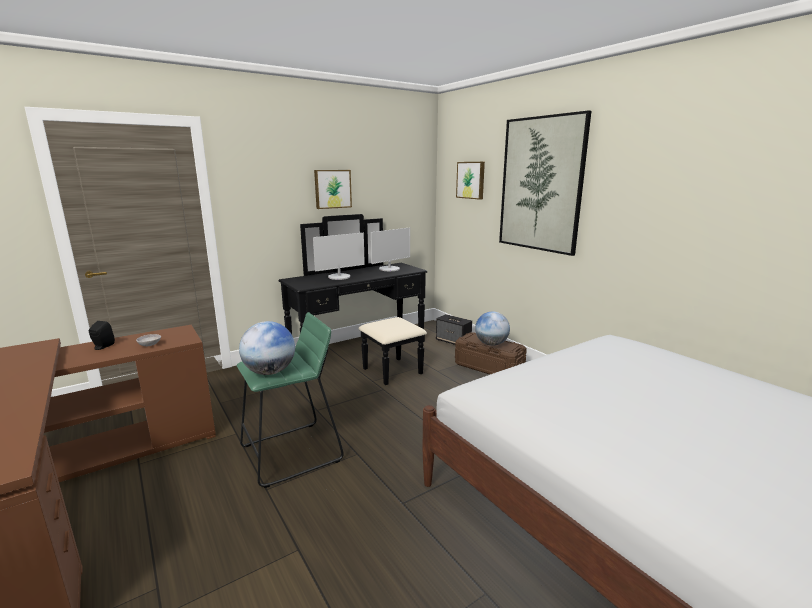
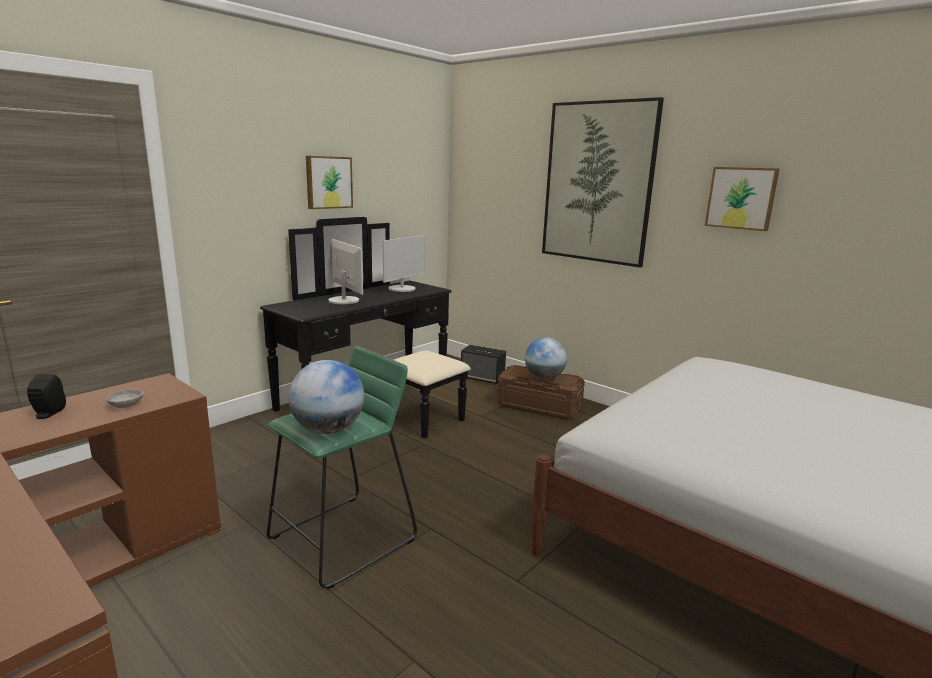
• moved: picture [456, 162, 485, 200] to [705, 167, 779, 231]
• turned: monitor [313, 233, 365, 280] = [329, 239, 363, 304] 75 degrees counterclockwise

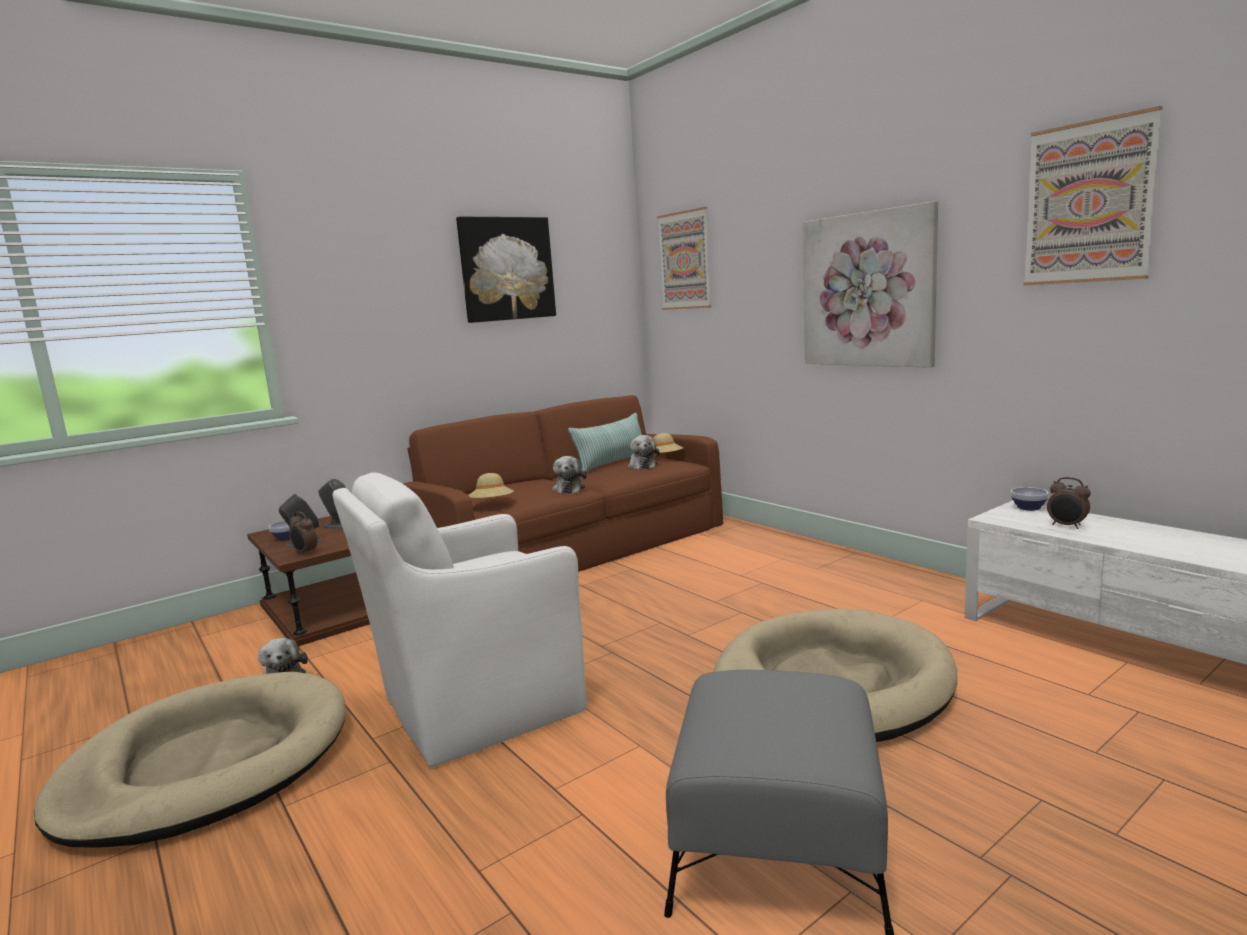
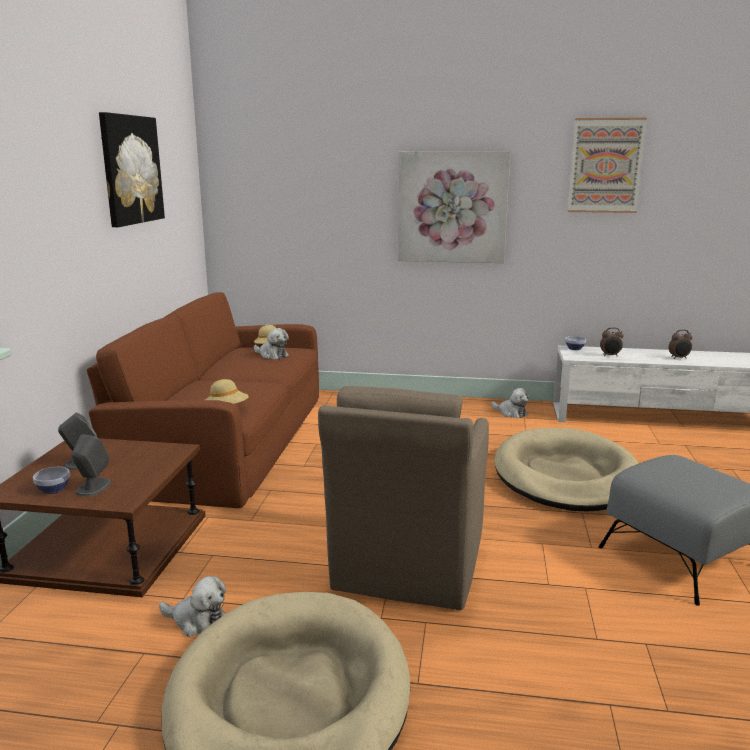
• removed: throw pillow [568, 413, 642, 472]
• removed: picture [657, 207, 711, 310]
• moved: bedside clock [289, 512, 317, 555] to [669, 330, 693, 359]
• moved: soft toy [552, 456, 587, 494] to [491, 388, 530, 418]
• recoloured: easy chair (white) [333, 473, 587, 767] to easy chair (brown) [318, 386, 489, 610]

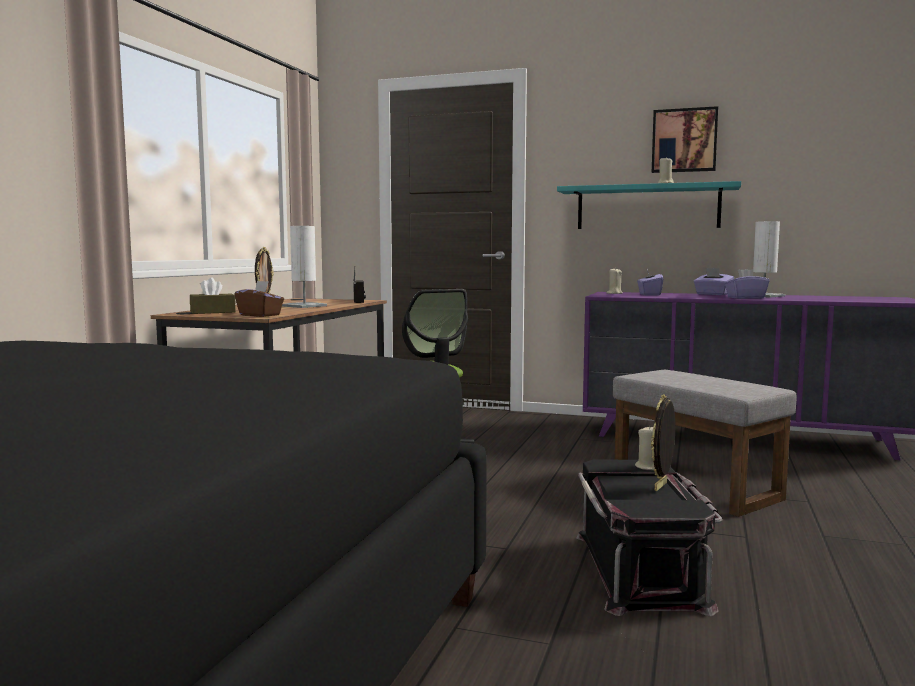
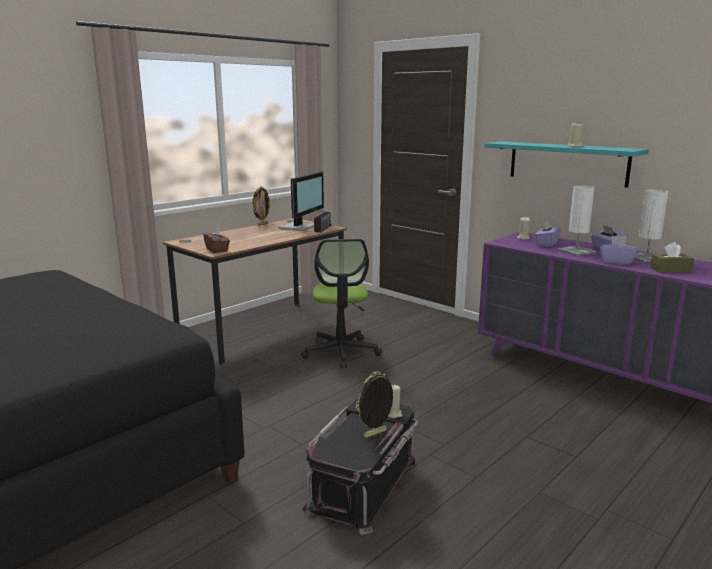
• removed: pouffe (greyish) [613, 370, 797, 517]
• removed: picture [652, 106, 718, 173]
• added: monitor [279, 172, 324, 231]
• moved: box of tissues (brown) [190, 277, 236, 314] to [650, 242, 694, 273]
• moved: tabletop lamp (white) [282, 226, 327, 308] to [558, 186, 596, 256]

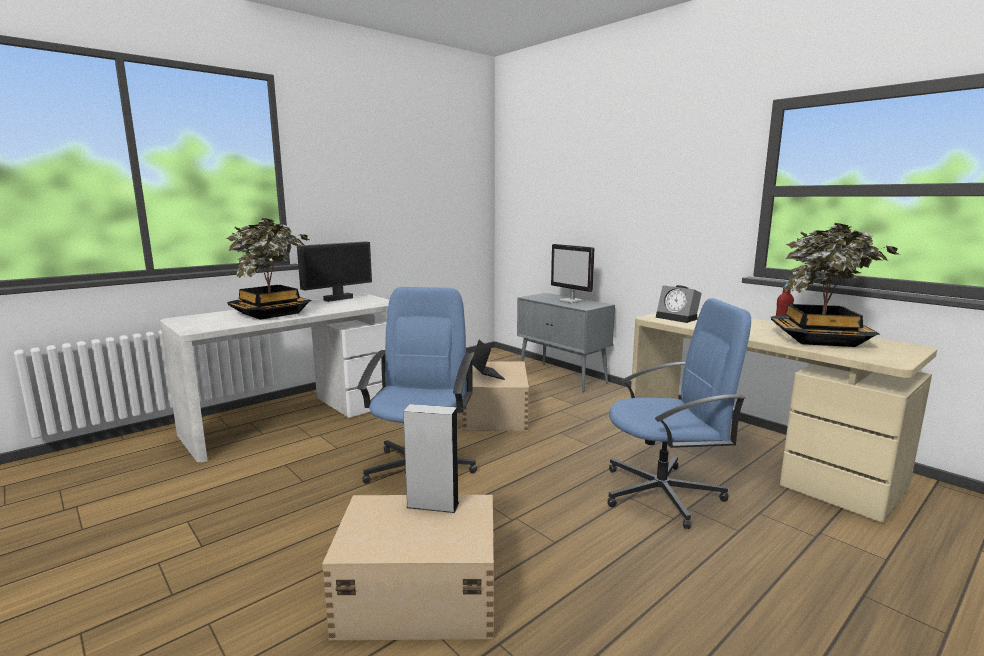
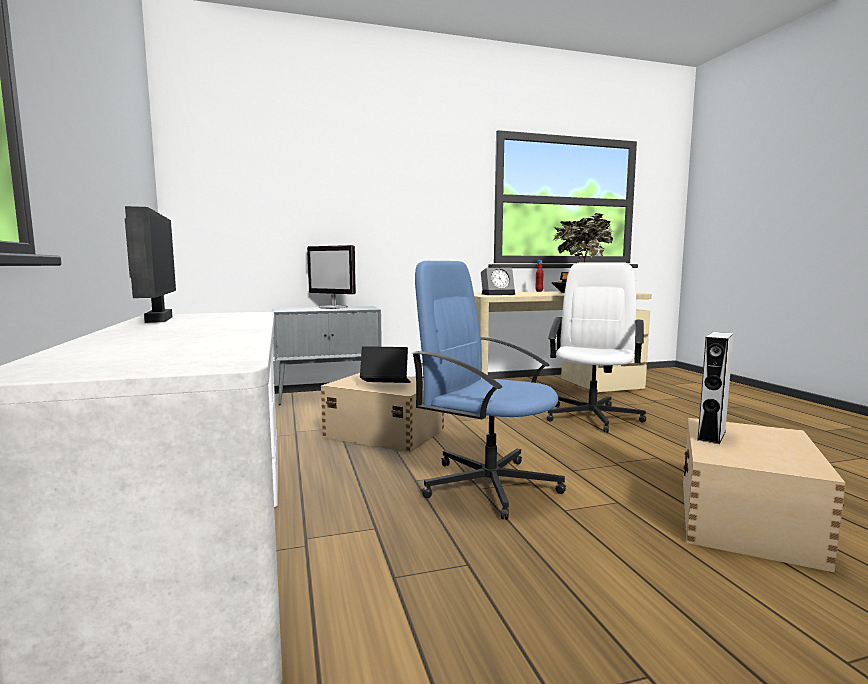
• removed: plant in a pot [225, 218, 312, 320]
• recoloured: office chair (blue) [607, 298, 751, 529] to office chair (white) [547, 262, 646, 433]
• turned: monitor [551, 244, 594, 303] = [307, 245, 356, 309] 45 degrees clockwise

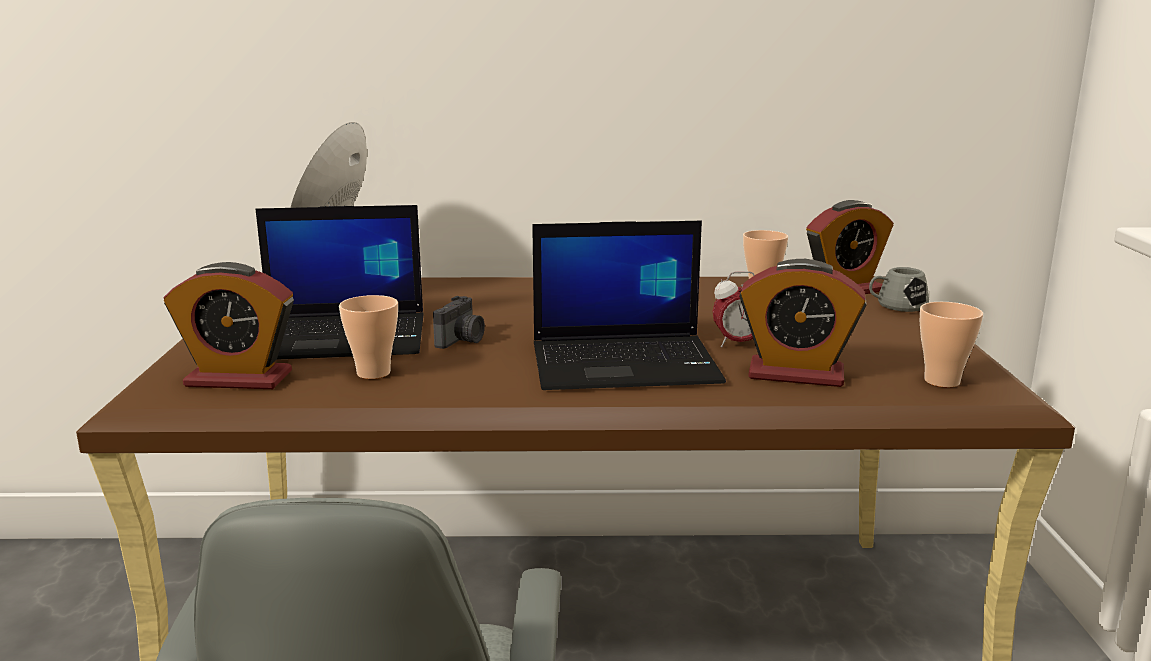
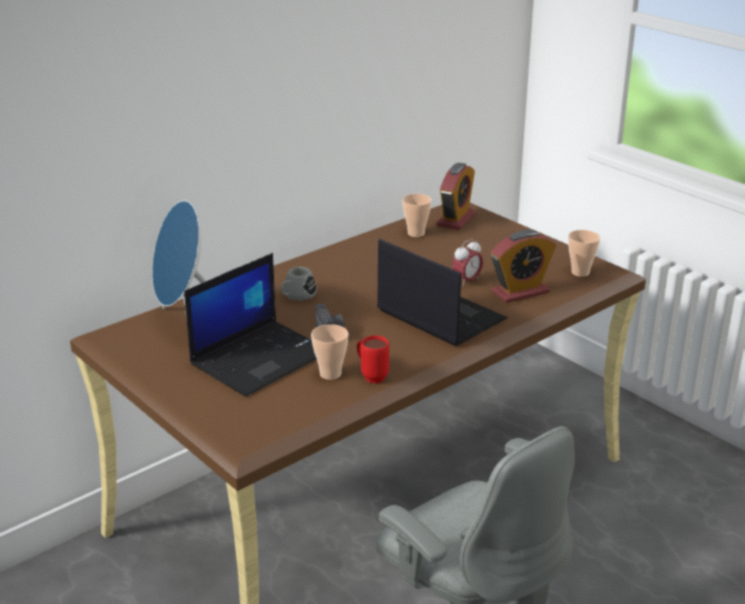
• removed: bedside clock [163, 262, 294, 389]
• added: coffee mug (red) [357, 336, 389, 383]
• moved: coffee mug (greyish) [869, 267, 929, 312] to [281, 267, 317, 301]
• turned: notebook computer [532, 221, 726, 390] = [377, 239, 508, 346] 90 degrees counterclockwise

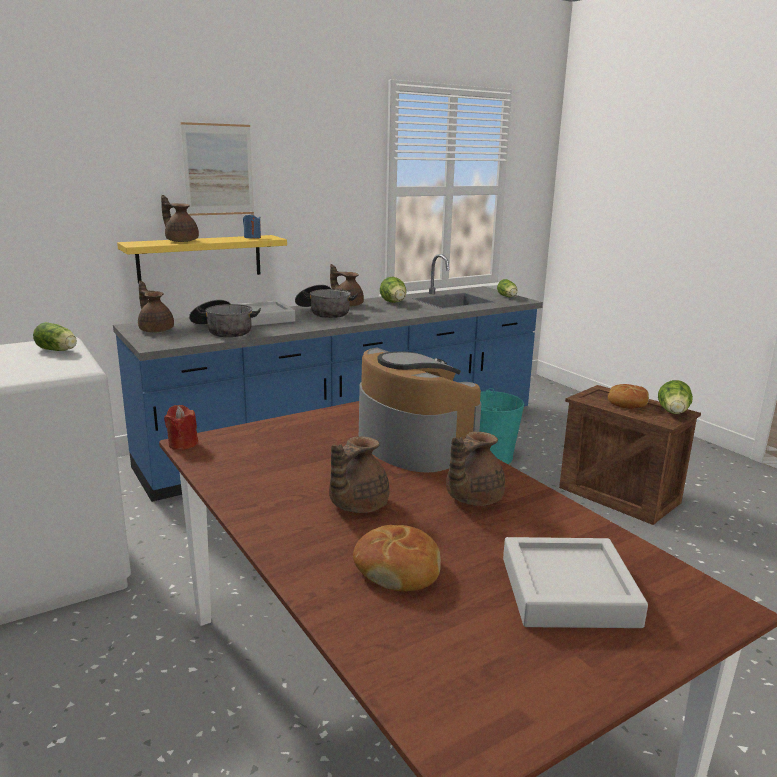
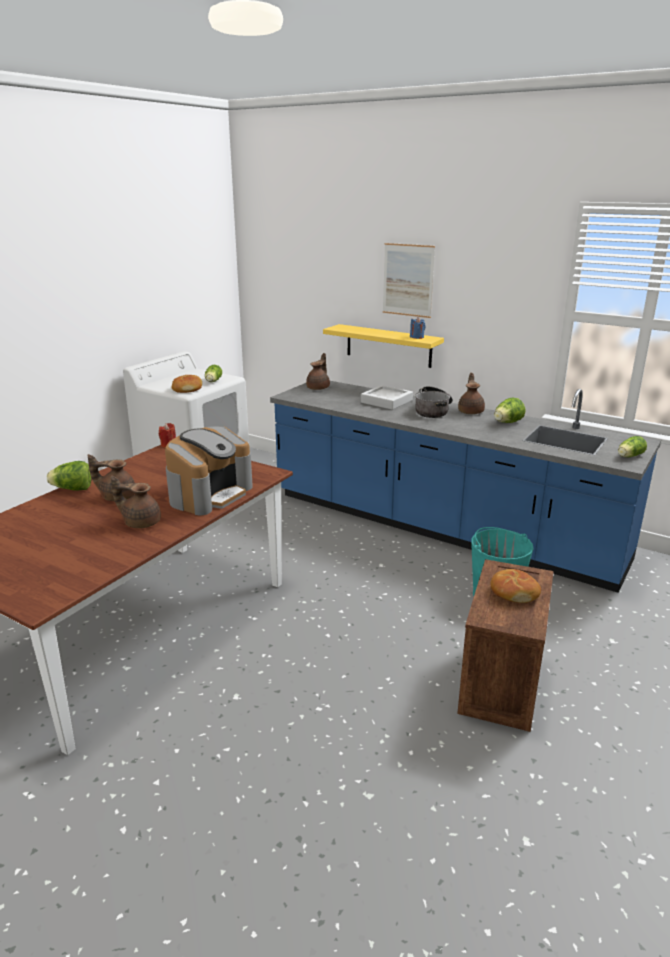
• removed: pot for tea (brown) [161, 195, 199, 242]
• removed: stockpot [189, 300, 261, 337]
• removed: carrying tray (greyish) [503, 537, 648, 628]
• moved: bread [353, 525, 441, 591] to [172, 375, 202, 393]
• moved: lettuce [658, 380, 693, 414] to [47, 461, 92, 490]

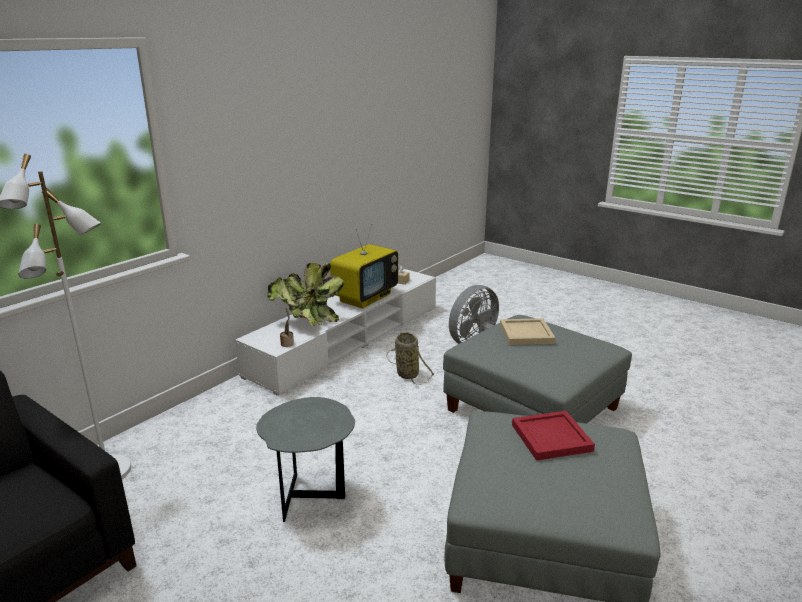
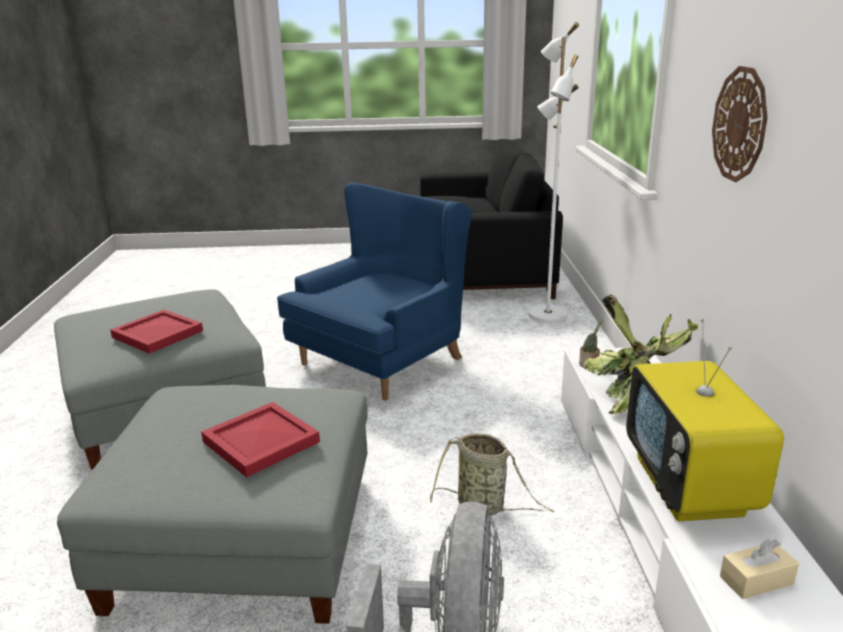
• added: clock on the wall [712, 66, 768, 182]
• replaced: accent table (greyish) [256, 397, 355, 522] to easy chair (blue) [277, 183, 473, 400]
• recoloured: carrying tray (sand-coloured) [500, 318, 555, 345] to carrying tray (red) [201, 402, 320, 477]

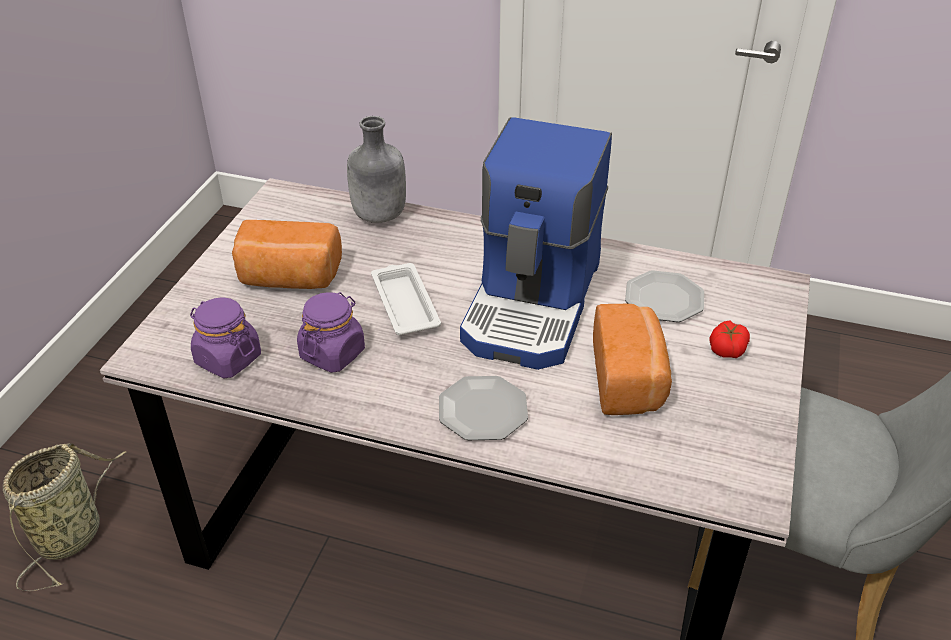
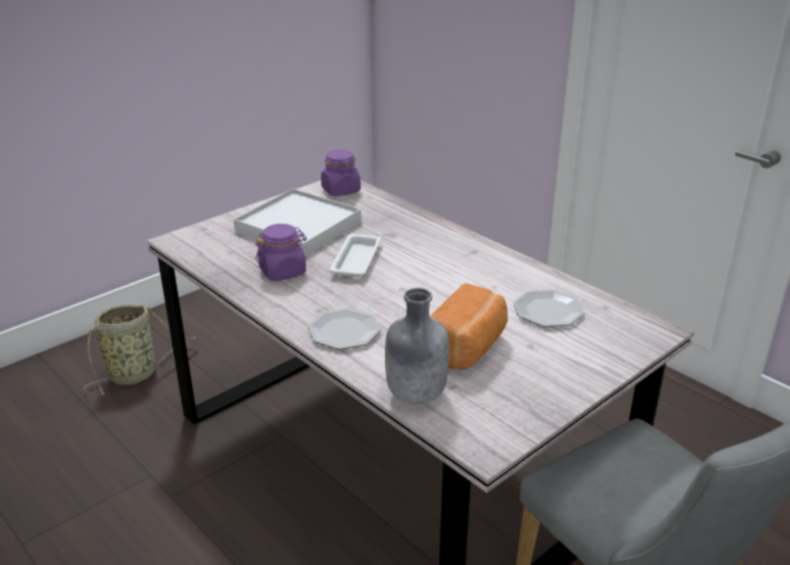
• removed: coffee brewer [460, 117, 612, 370]
• removed: fresh tomato [709, 321, 750, 358]
• moved: preserve jar (purplish) [190, 298, 261, 378] to [321, 150, 361, 196]
• moved: drink bottle (greyish) [347, 116, 406, 223] to [385, 288, 449, 404]
• replaced: bread [232, 220, 342, 289] to carrying tray (white) [233, 189, 361, 256]

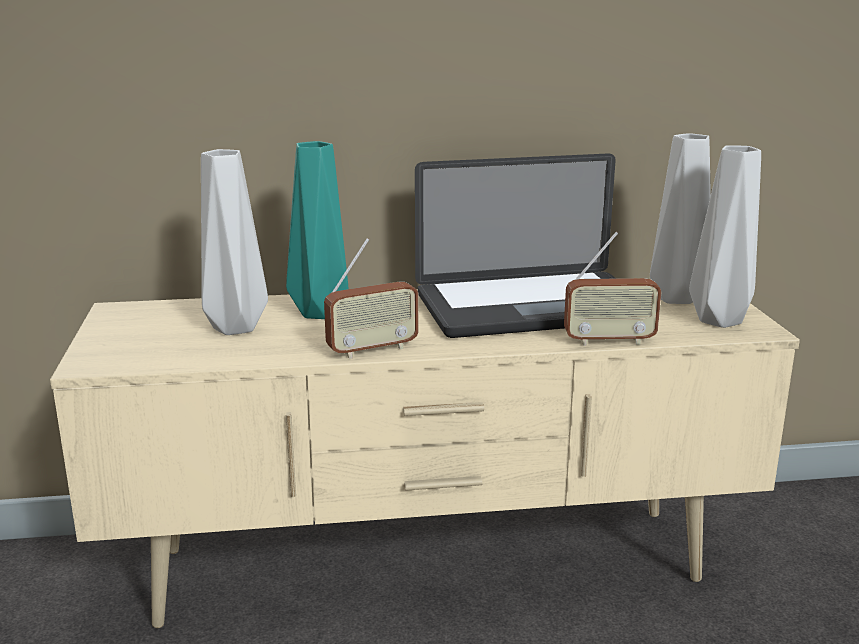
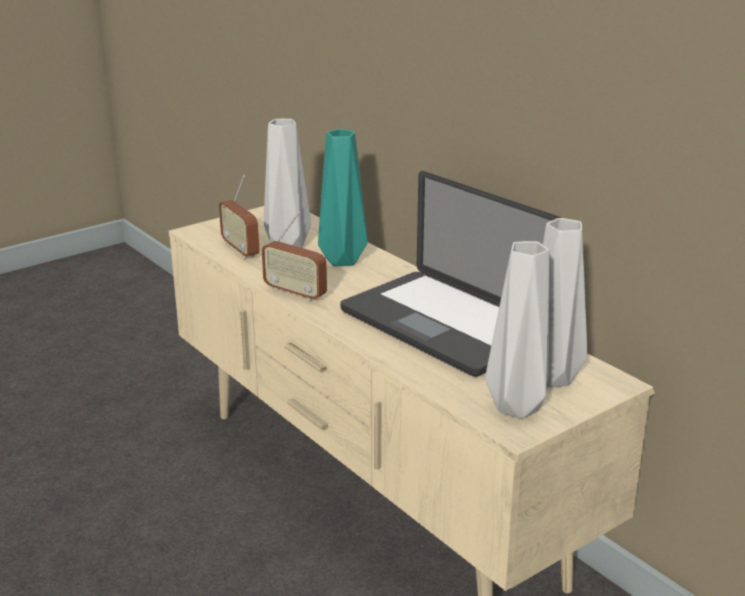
• moved: radio [564, 232, 661, 346] to [219, 175, 260, 259]

